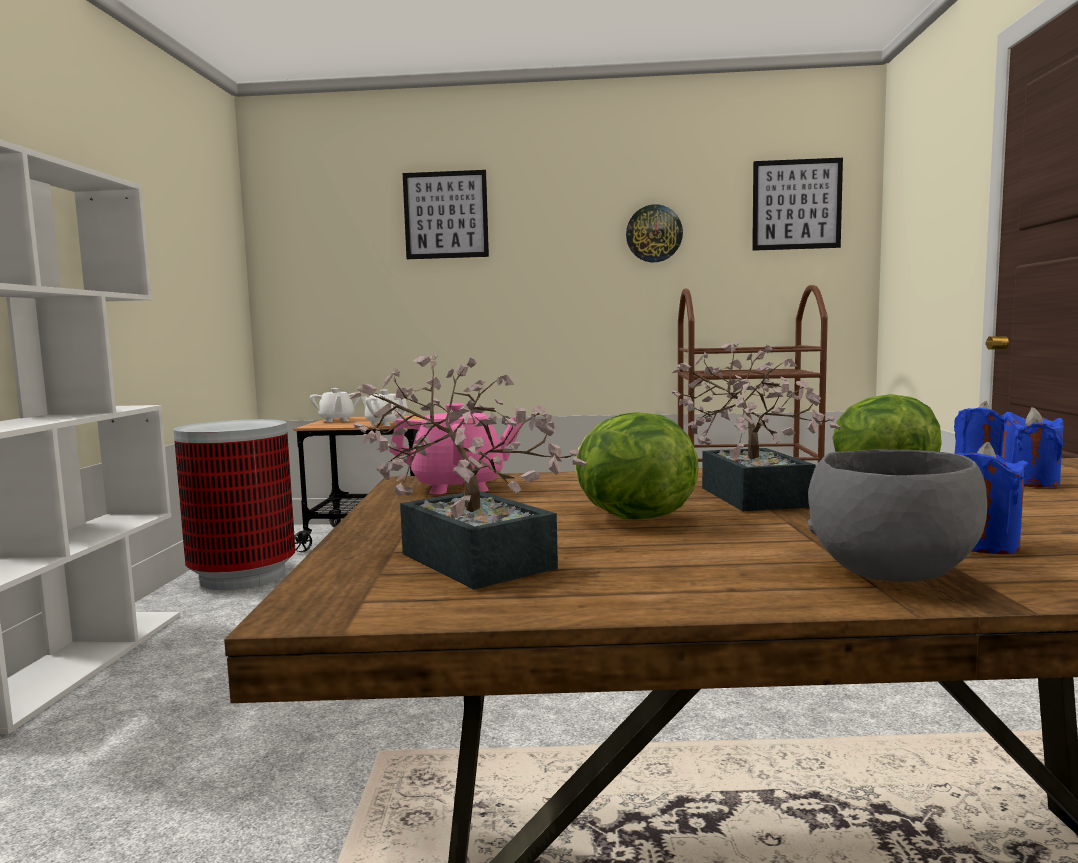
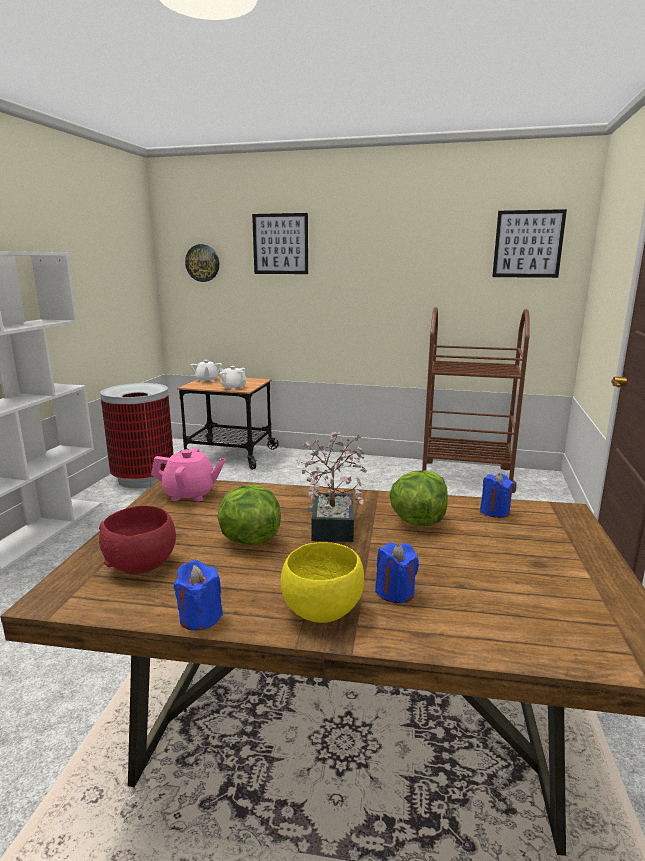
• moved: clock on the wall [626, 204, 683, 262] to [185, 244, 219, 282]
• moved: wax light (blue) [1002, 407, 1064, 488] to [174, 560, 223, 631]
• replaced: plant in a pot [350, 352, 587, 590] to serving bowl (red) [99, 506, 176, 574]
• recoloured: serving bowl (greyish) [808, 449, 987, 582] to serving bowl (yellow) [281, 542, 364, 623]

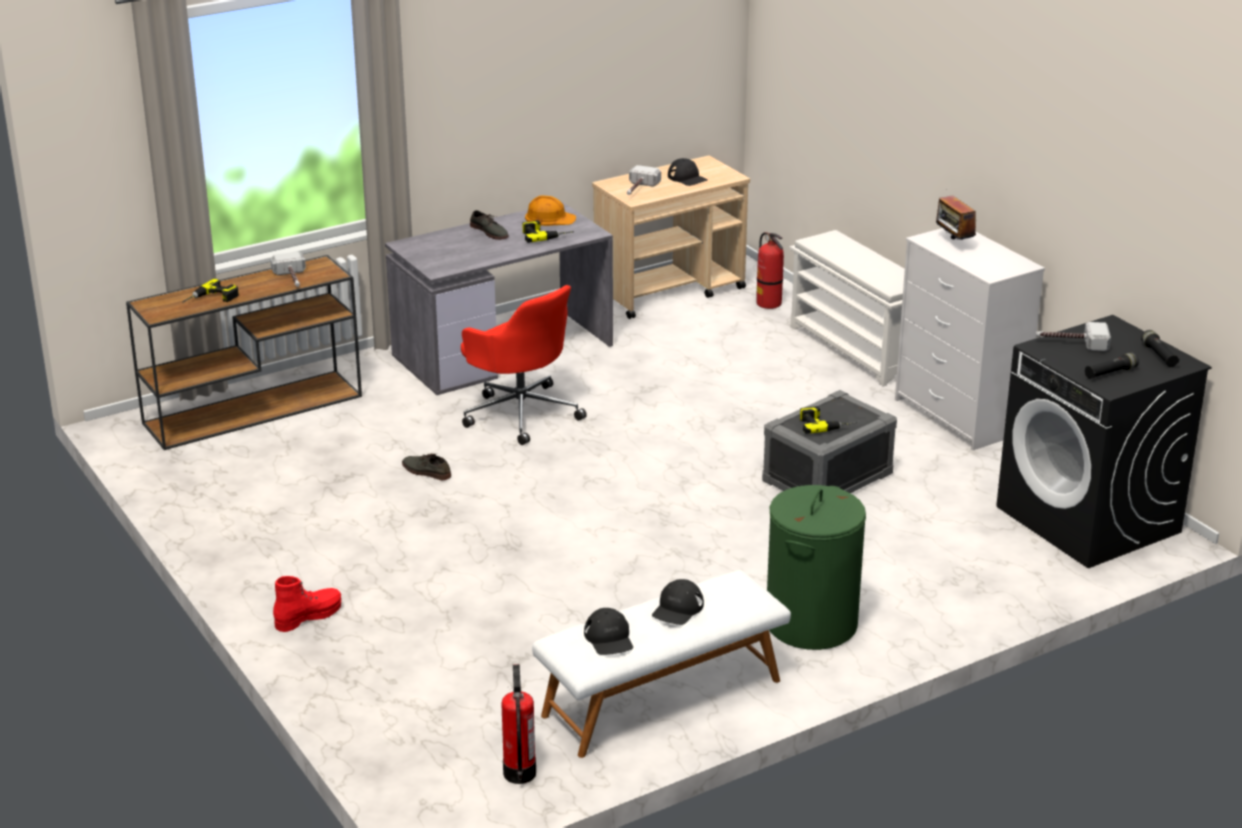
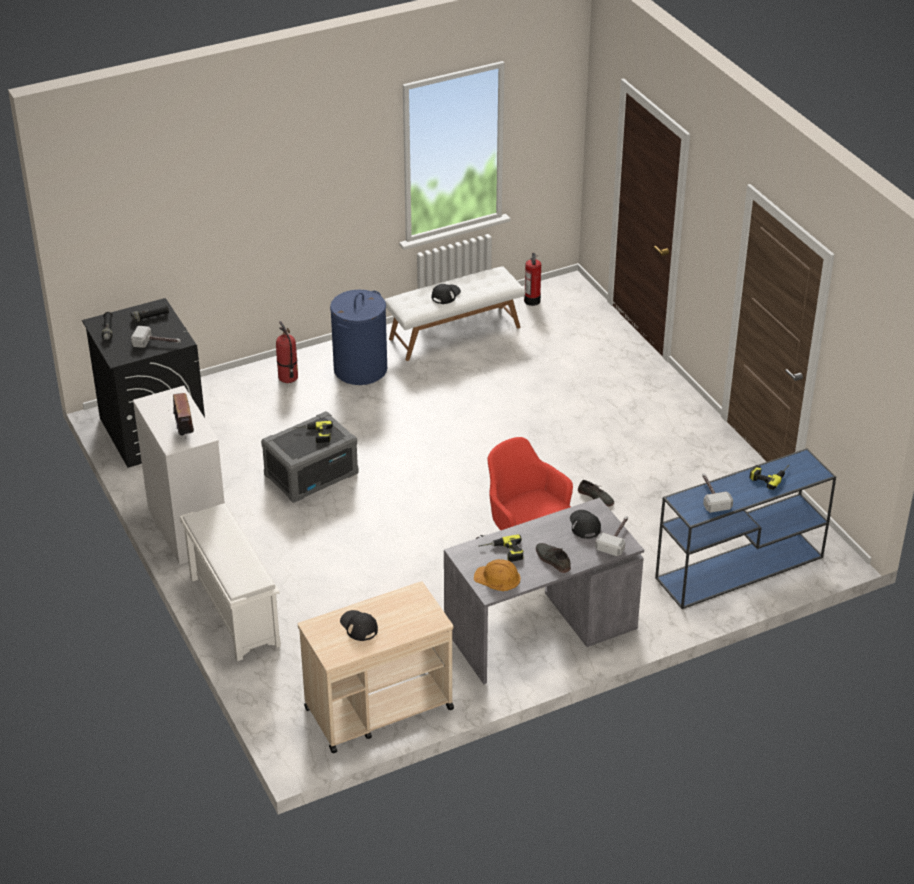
• removed: high-top boot (red) [273, 576, 341, 632]
• moved: baseball cap (blackish) [584, 608, 633, 655] to [570, 510, 601, 539]
• moved: tool hammer [627, 165, 661, 195] to [595, 516, 628, 556]
• moved: fire-fighting cylinder [756, 232, 784, 309] to [276, 321, 298, 383]
• recoloured: console table (brown) [126, 255, 362, 450] to console table (blue) [655, 448, 836, 609]
• recoloured: hamper (greenish) [767, 485, 866, 650] to hamper (blue) [330, 290, 387, 385]

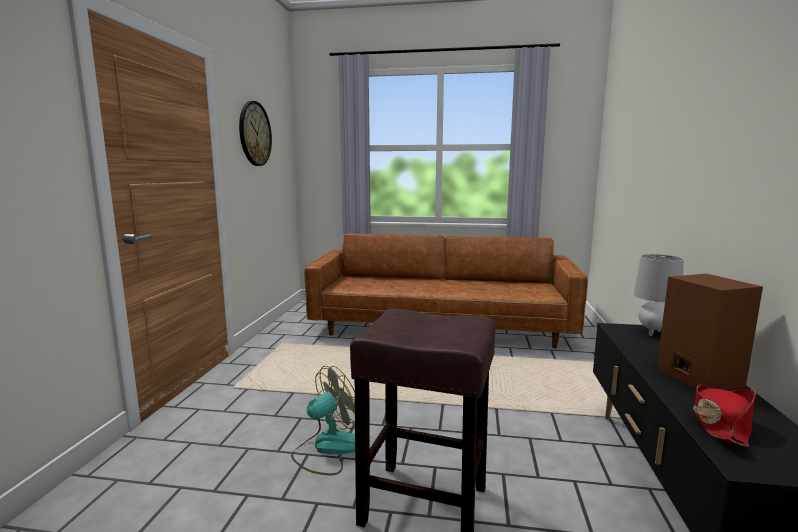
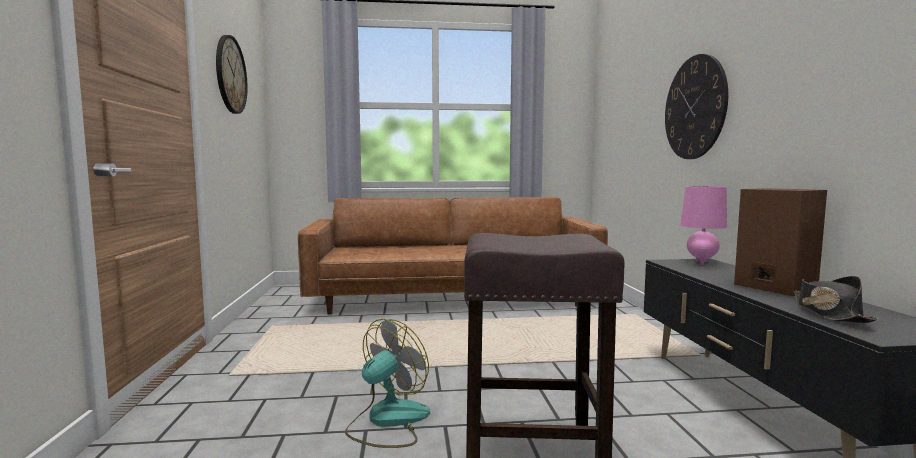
• added: clock on the wall [665, 54, 728, 159]
• recoloured: tabletop lamp (greyish) [633, 254, 684, 336] to tabletop lamp (pinkish) [680, 186, 727, 265]
• recoloured: wearable hat (red) [693, 384, 756, 447] to wearable hat (blackish) [794, 276, 878, 323]

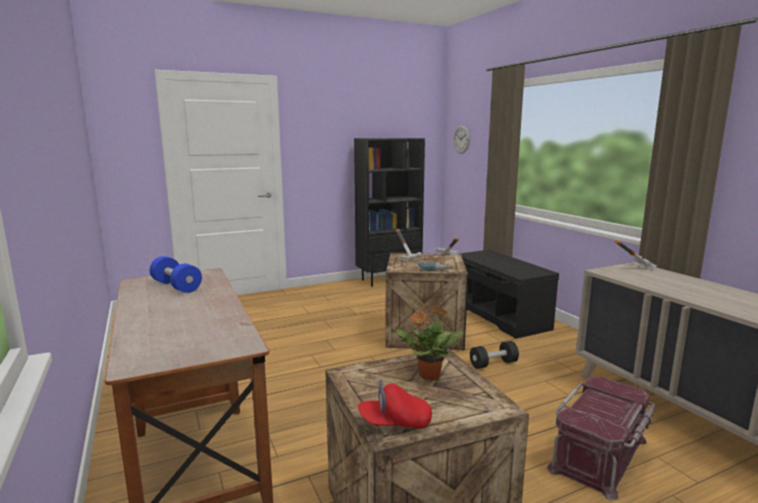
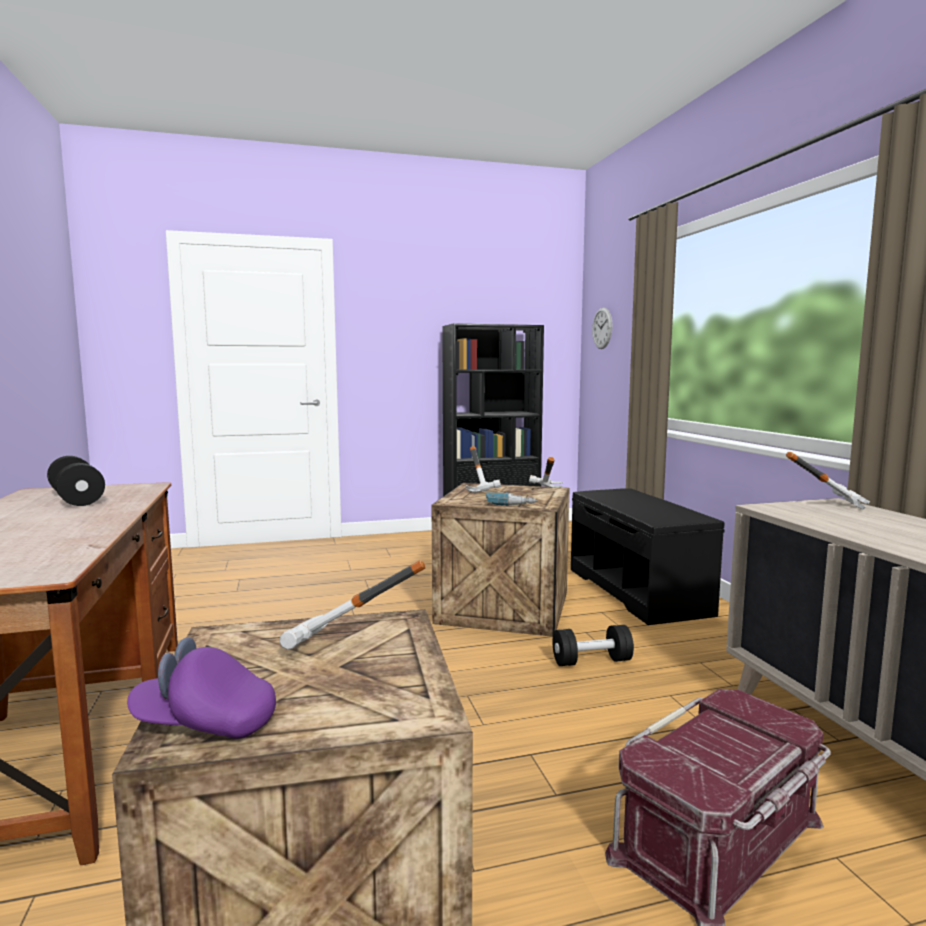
• replaced: plant in a pot [396, 305, 464, 381] to tool hammer [280, 560, 425, 650]
• recoloured: dumbbell (blue) [150, 256, 202, 293] to dumbbell (blackish) [47, 456, 105, 506]
• recoloured: baseball cap (red) [358, 379, 432, 429] to baseball cap (purplish) [127, 637, 276, 739]

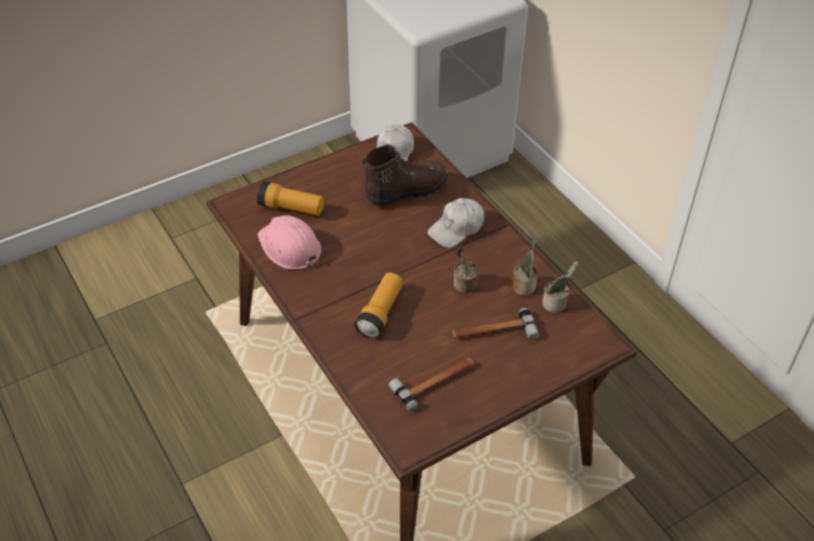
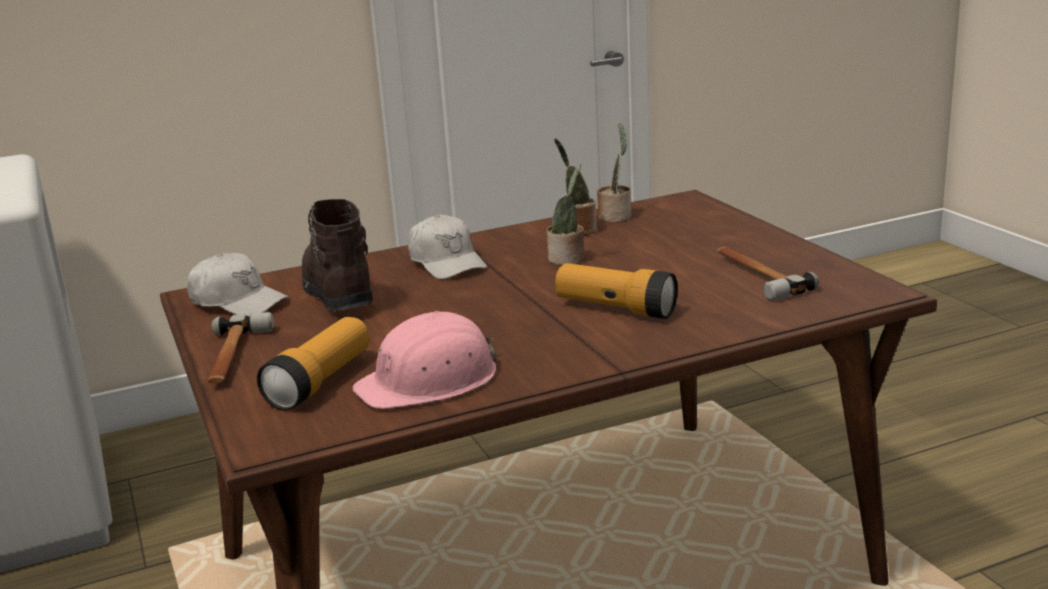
• moved: tool hammer [452, 308, 539, 340] to [208, 312, 274, 383]

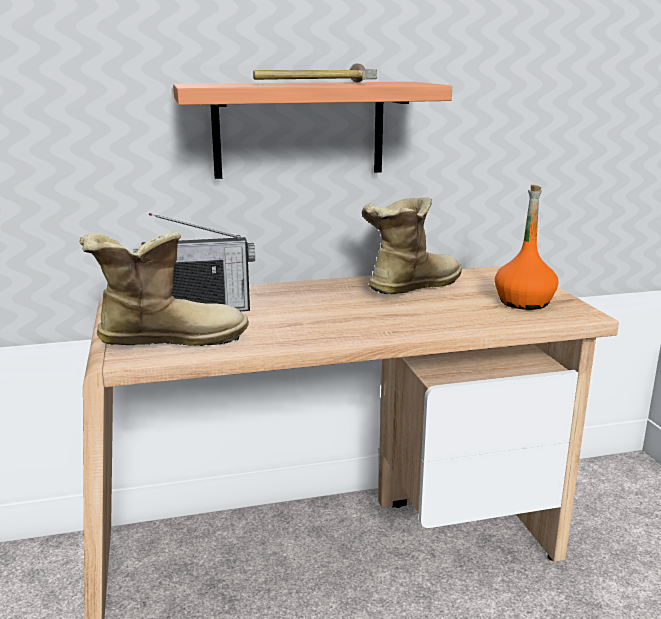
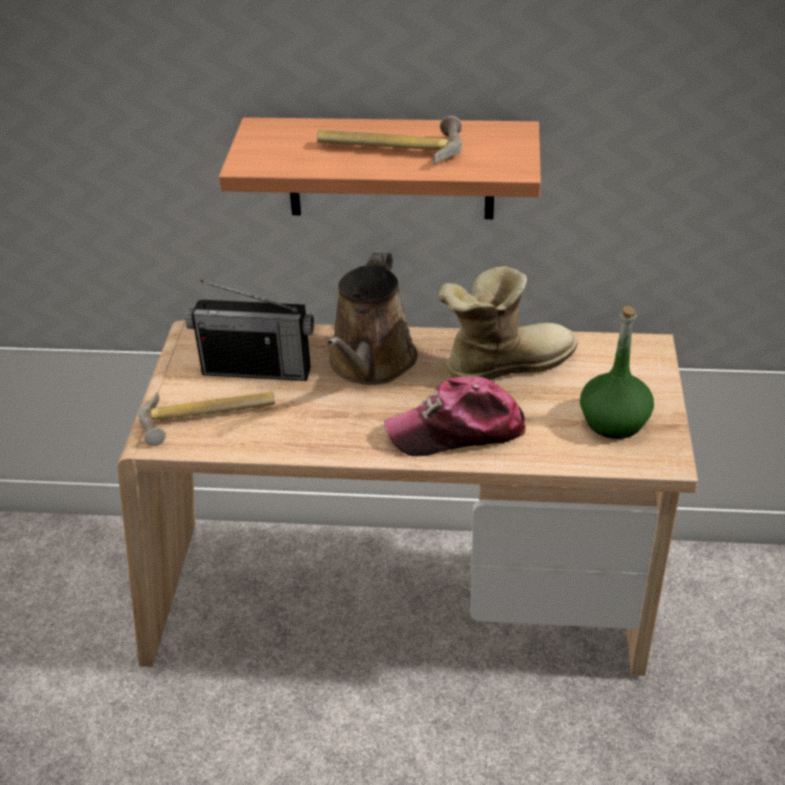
• added: sprinkling can (brown) [327, 251, 417, 385]
• added: baseball cap [384, 376, 526, 456]
• replaced: high-top boot [80, 232, 249, 346] to tool hammer [138, 391, 275, 446]
• recoloured: drink bottle (orange) [494, 185, 558, 310] to drink bottle (greenish) [580, 306, 654, 439]

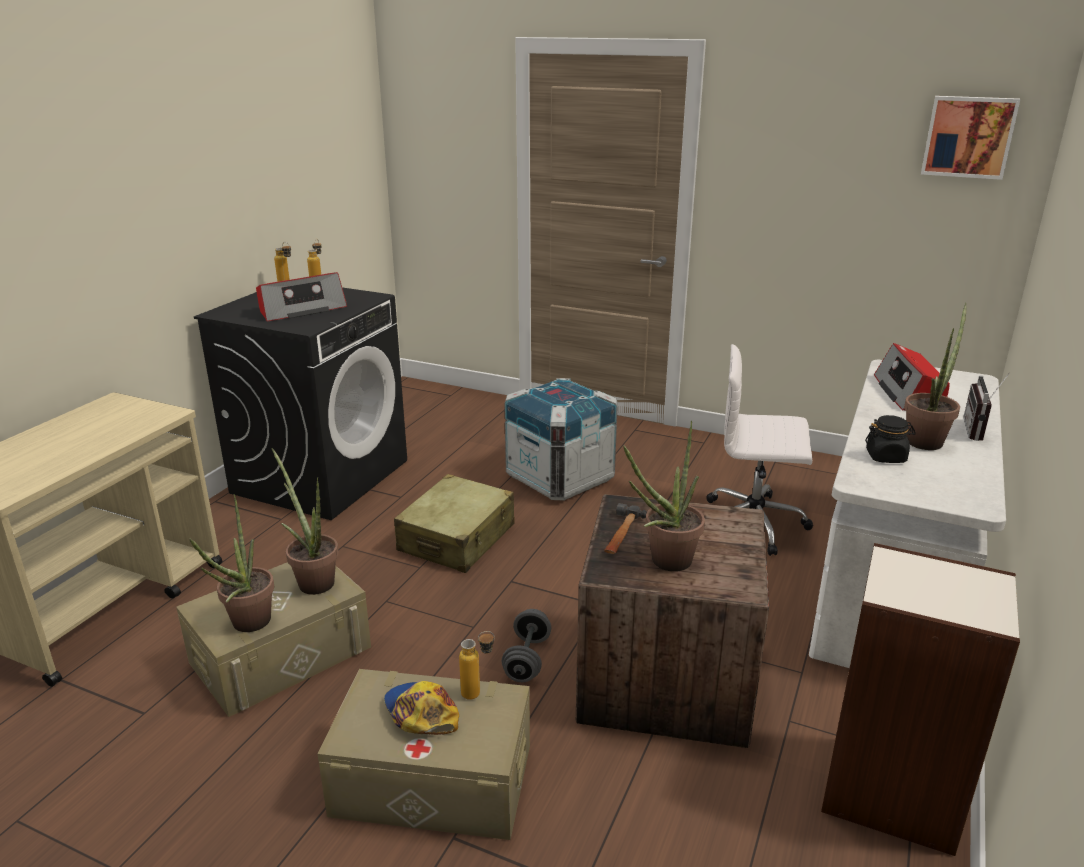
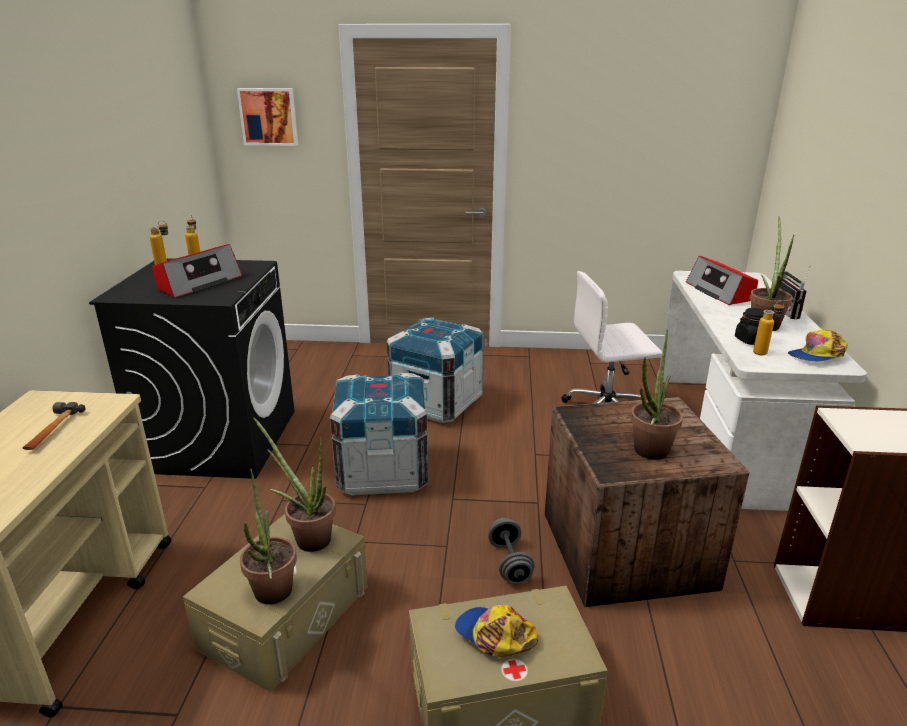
• added: baseball cap [788, 330, 848, 362]
• moved: drink bottle [459, 631, 495, 700] to [753, 300, 784, 355]
• moved: tool hammer [604, 503, 647, 554] to [23, 402, 86, 450]
• moved: picture [921, 96, 1020, 180] to [237, 88, 298, 146]
• replaced: piece of luggage (sand-coloured) [394, 474, 515, 573] to shipping crate [330, 373, 428, 496]

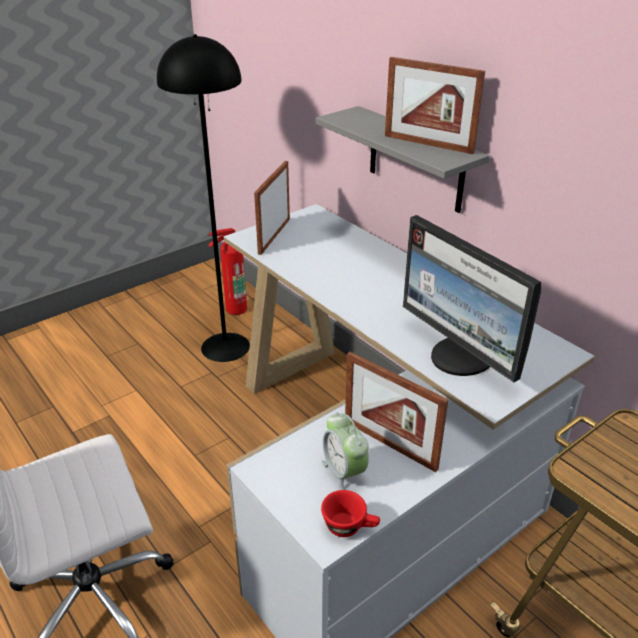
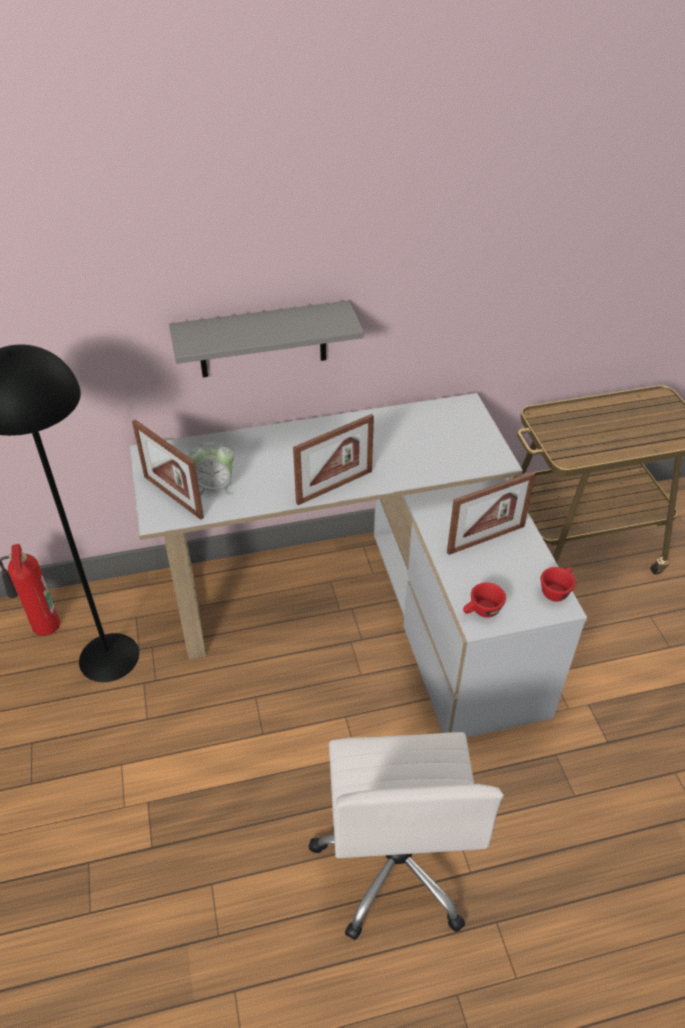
• removed: monitor [403, 215, 541, 383]
• added: drinking cup (red) [463, 582, 506, 618]
• moved: bedside clock [321, 412, 369, 490] to [188, 442, 234, 495]
• moved: photo frame [385, 57, 485, 154] to [293, 414, 374, 505]

